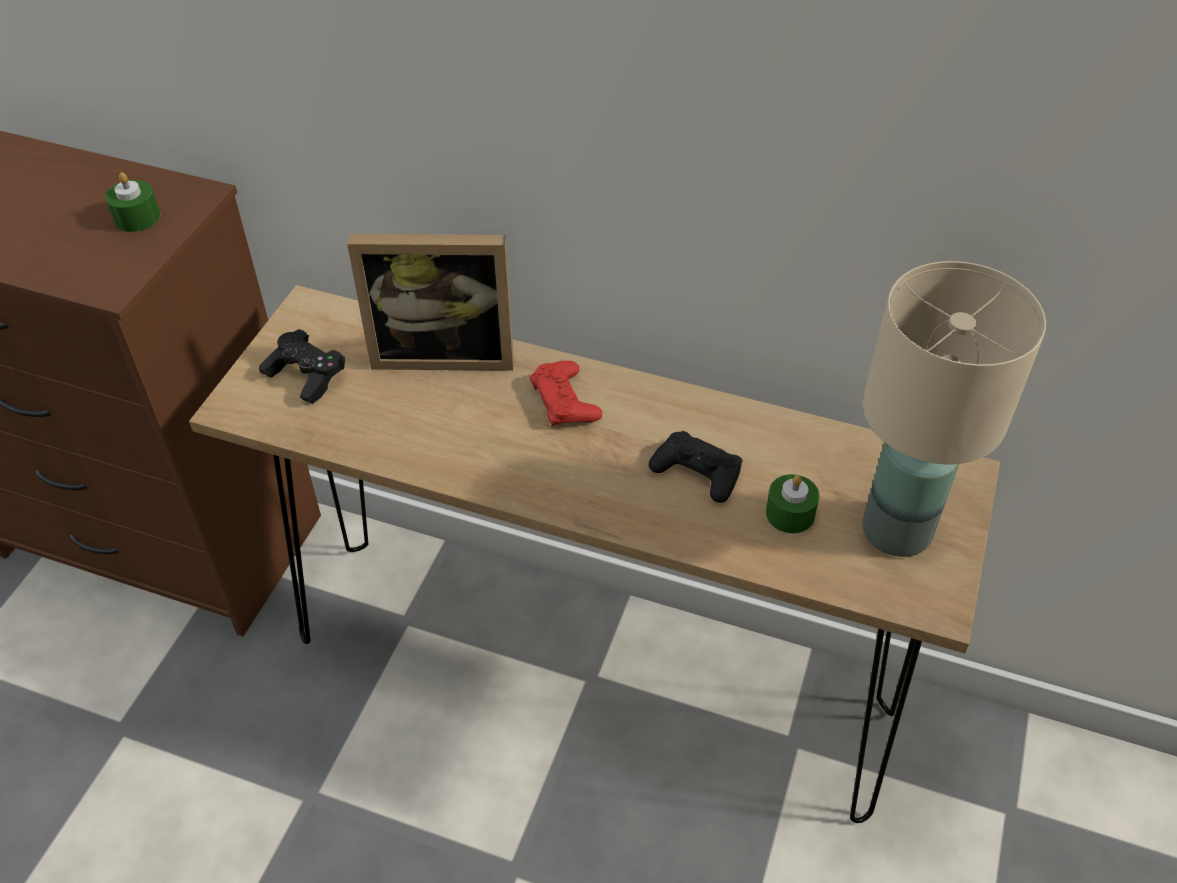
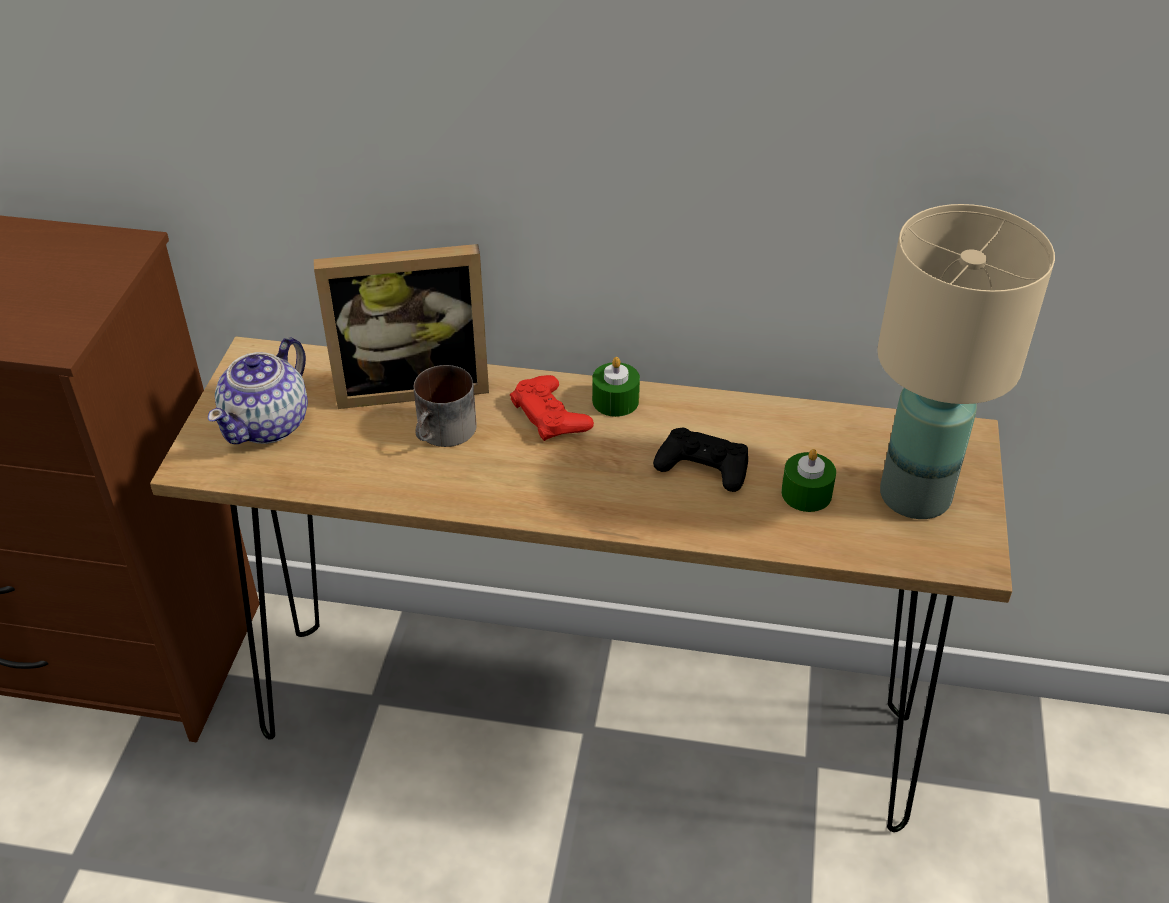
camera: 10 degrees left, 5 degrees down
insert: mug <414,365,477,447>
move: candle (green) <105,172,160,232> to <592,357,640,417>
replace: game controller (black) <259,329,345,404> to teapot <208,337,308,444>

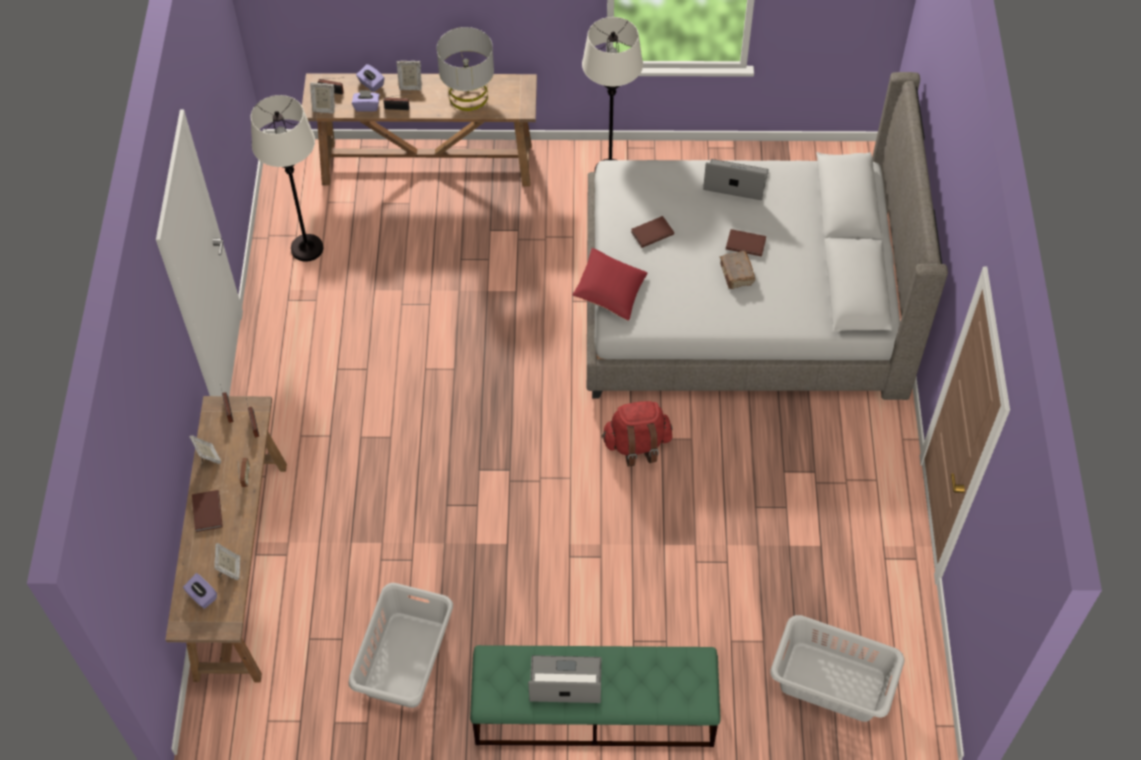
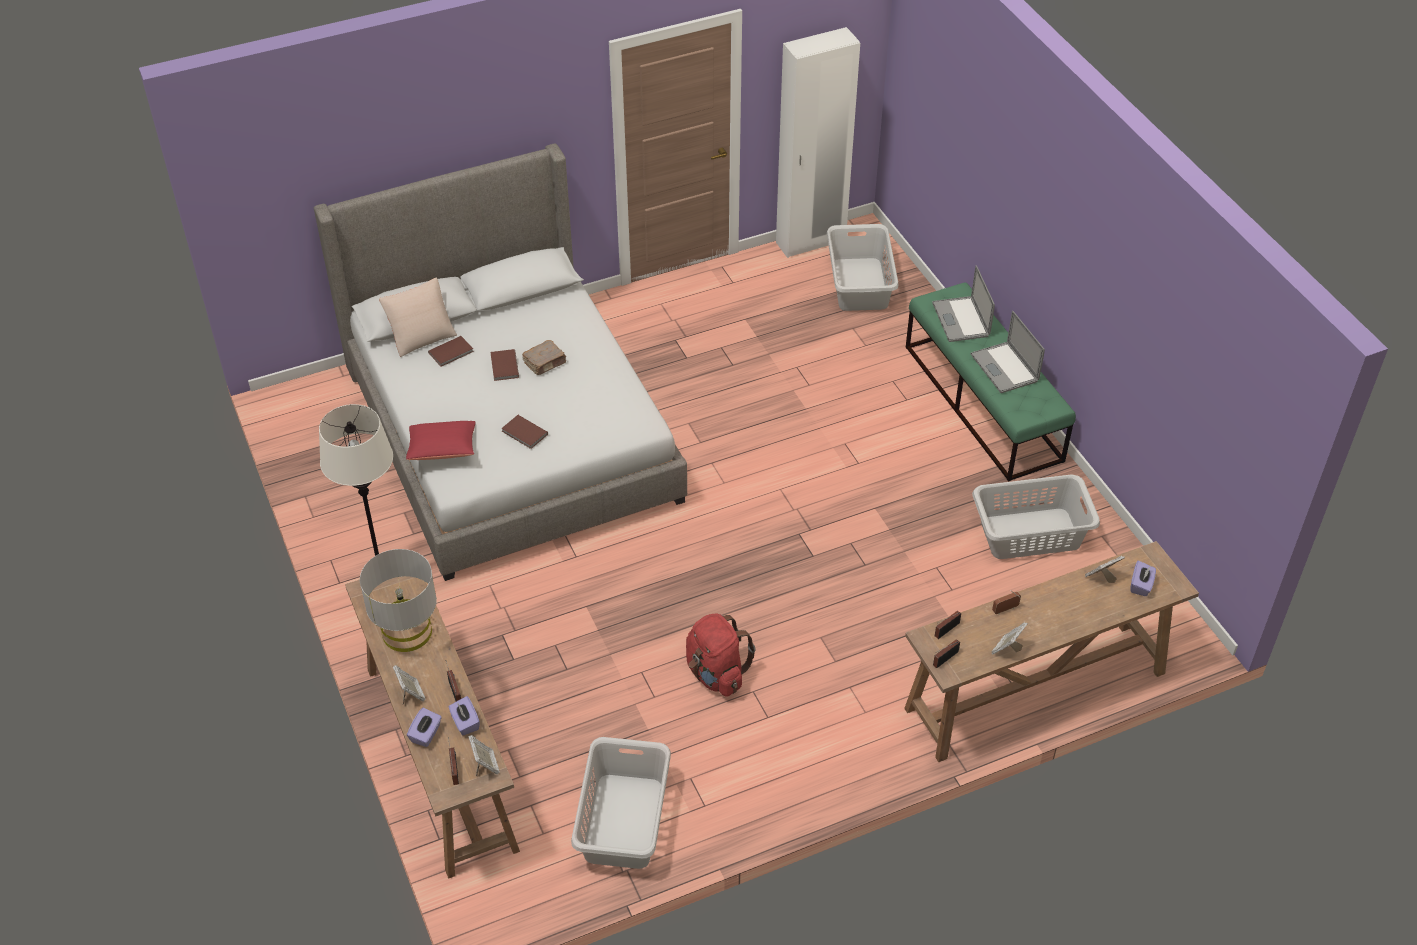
camera: 115 degrees left, 10 degrees down
insert: wardrobe (white) <776,27,860,258>; pillow (beige) <379,277,457,357>
move: laptop <703,159,769,200> to <932,265,995,342>; pillow (red) <573,248,647,321> to <406,421,476,460>; backpack (red) <602,401,673,467> to <686,614,756,697>; book (brown) <192,490,223,532> to <428,336,473,367>
replace: floor lamp (white) <251,95,323,262> to laundry basket (grey) <571,737,671,869>

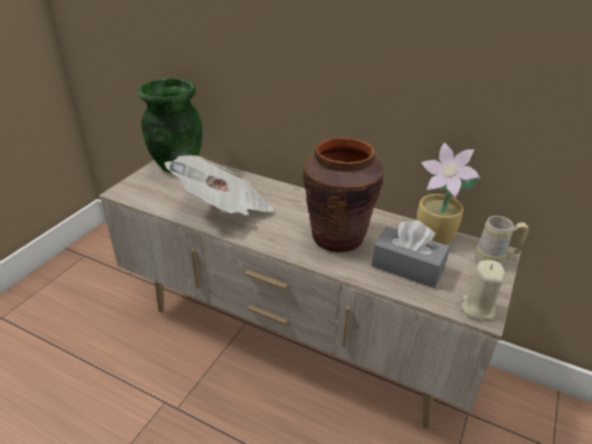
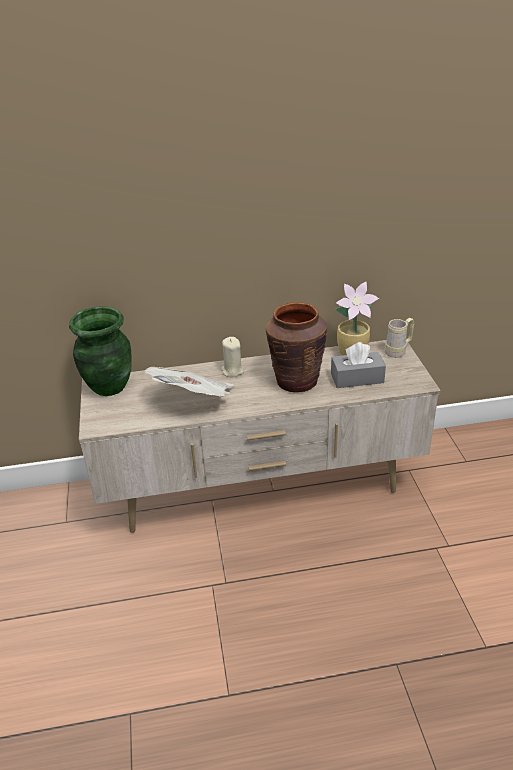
camera: 35 degrees left, 0 degrees up
move: candle (beige) <461,260,505,320> to <221,337,244,377>

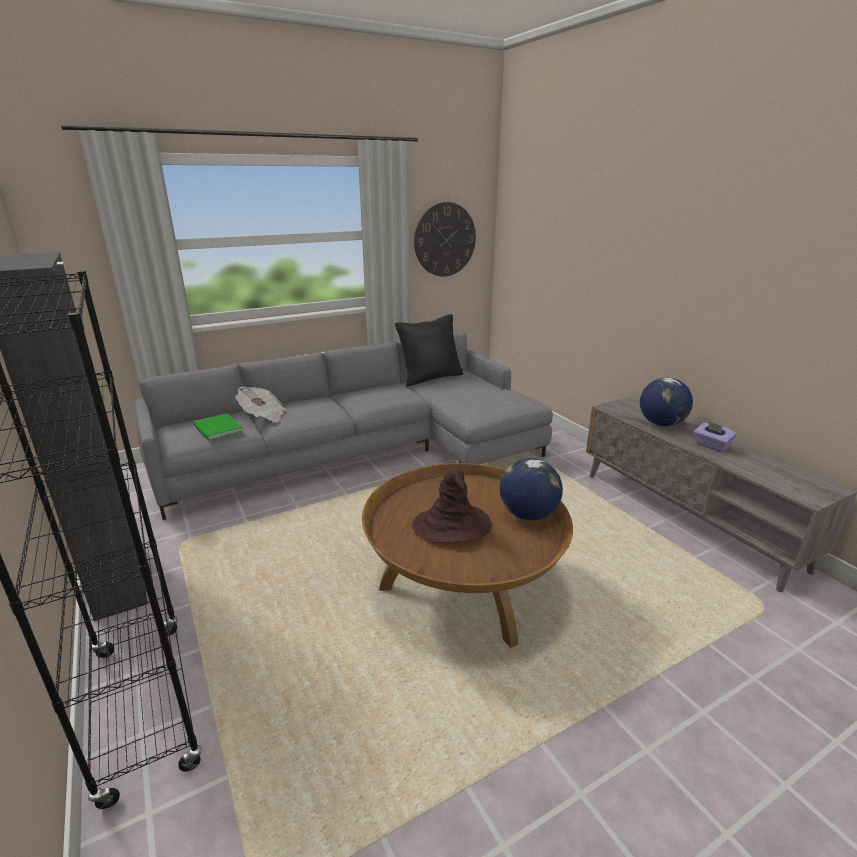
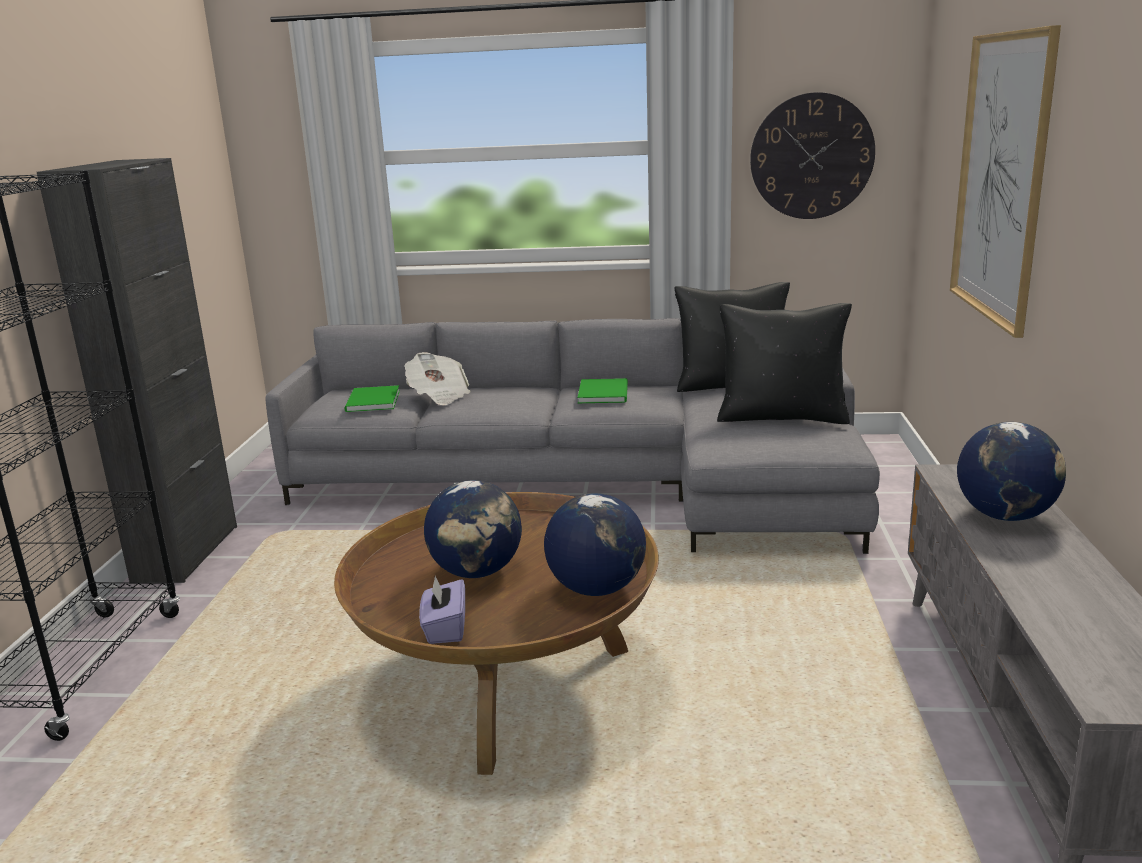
camera: 35 degrees right, 5 degrees down
insert: picture <950,25,1061,338>; pillow (black) <717,303,852,424>; book (green) <578,378,628,403>
move: tissue box (purple) <694,421,737,452> to <419,576,465,644>
replace: hat (brown) <412,469,491,543> to globe <424,480,522,578>

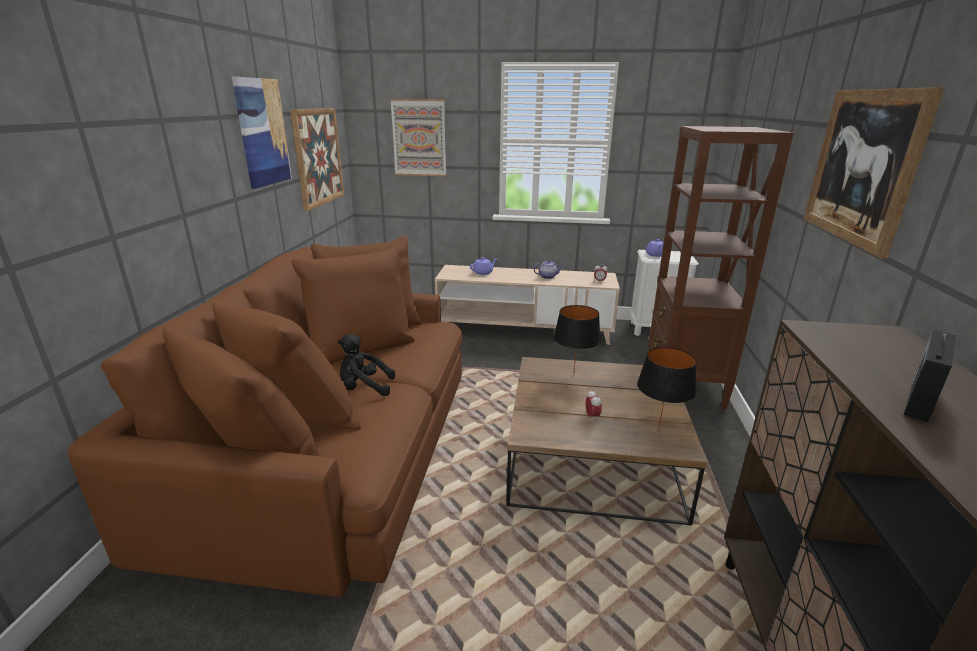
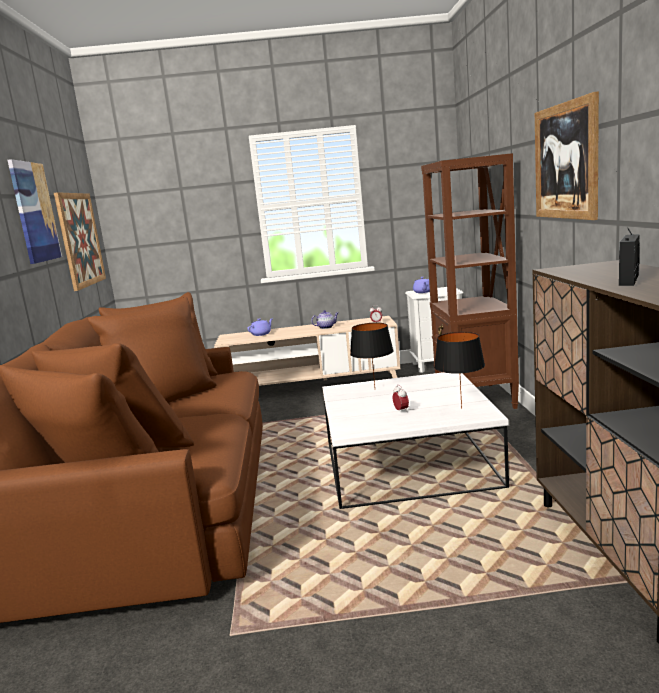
camera: 10 degrees left, 10 degrees down
delete: picture <390,99,446,176>; plush toy (black) <338,334,395,396>
recolor: coffee table (brown) <506,357,708,525> to coffee table (white) <322,372,509,509>

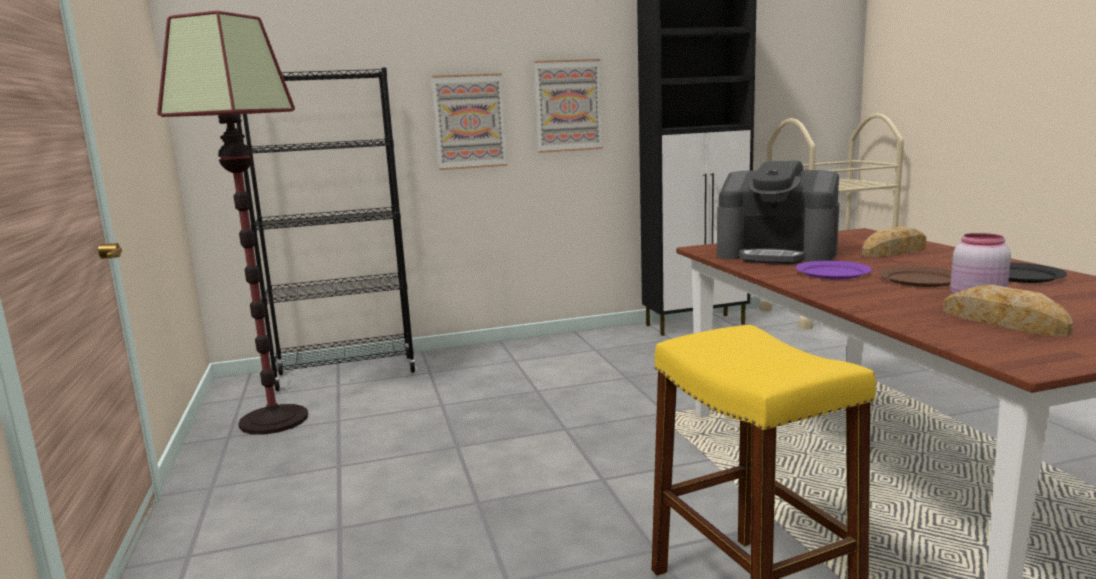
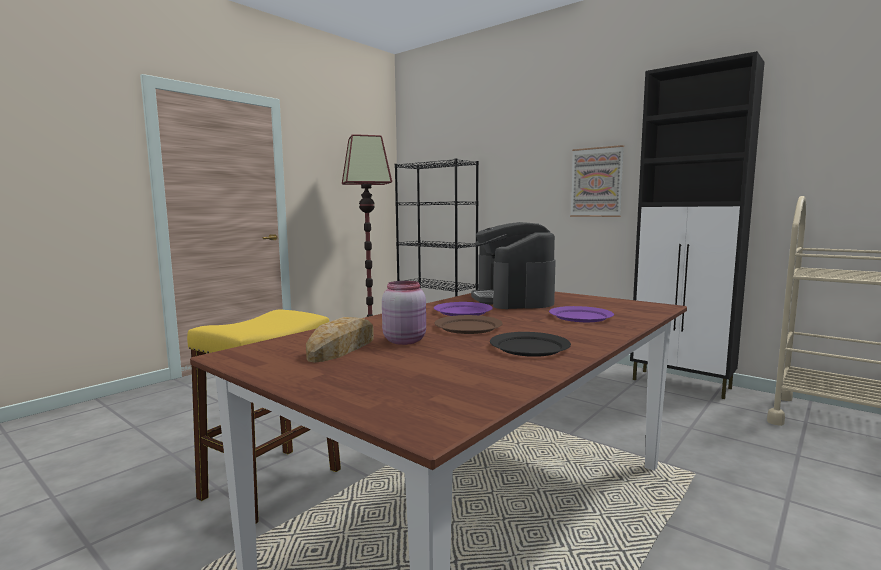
camera: 55 degrees right, 5 degrees down
delete: picture <432,73,507,170>
replace: bread <862,227,926,257> to plate (purple) <549,306,614,322>

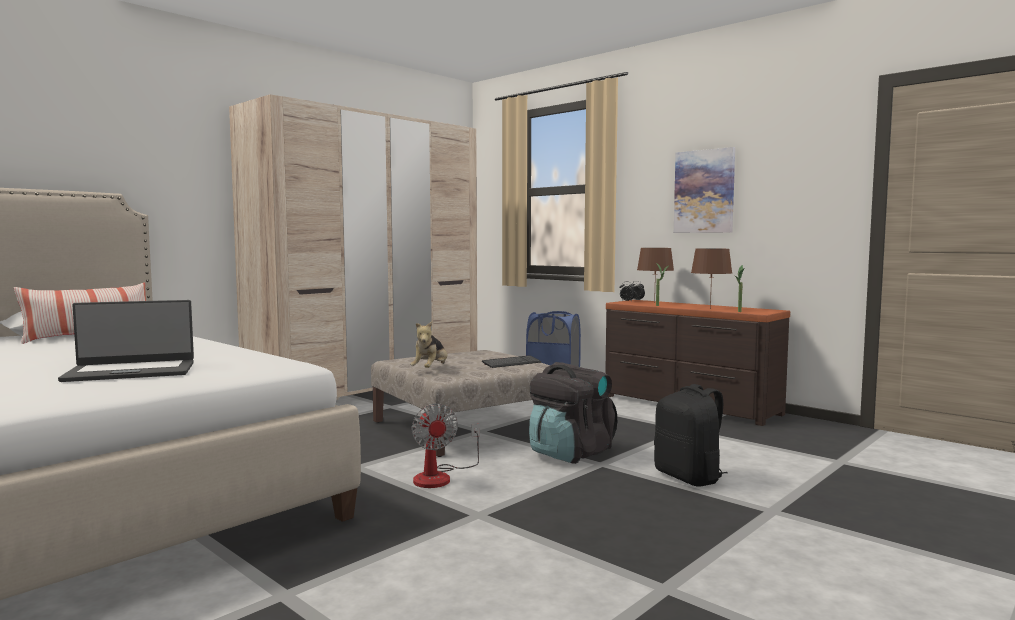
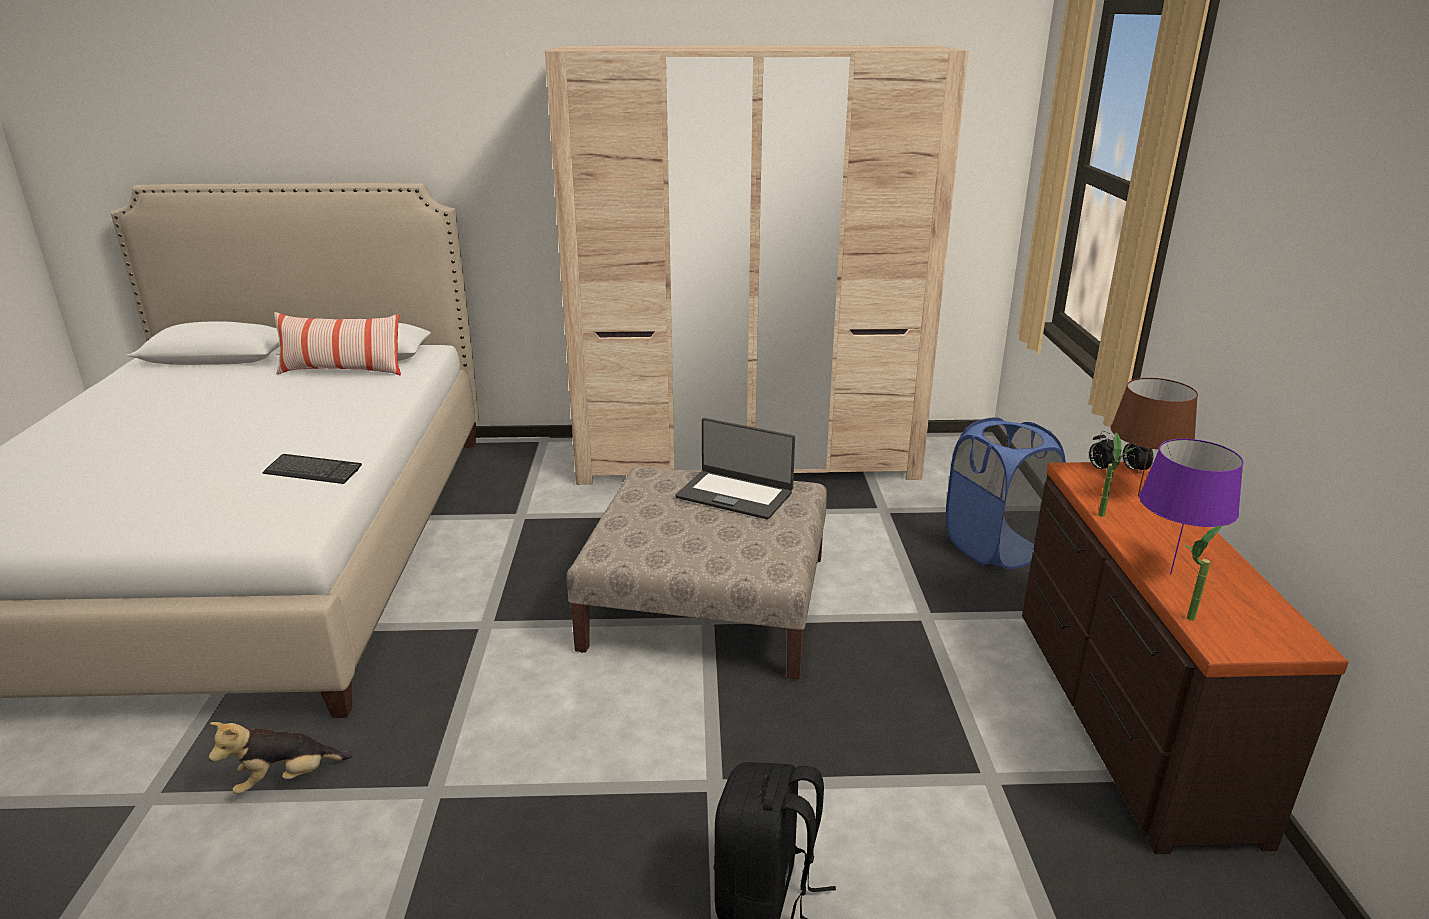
camera: 45 degrees right, 20 degrees up
delete: picture <674,147,735,233>; backpack (black) <529,362,617,464>; fan <412,403,480,488>
move: laptop <58,300,194,382> to <676,418,795,520>; plush toy <410,321,447,368> to <209,722,353,794>; keyboard <482,355,541,368> to <263,454,362,484>
recolor: table lamp (brown) <691,248,732,309> to table lamp (purple) <1139,439,1244,574>

